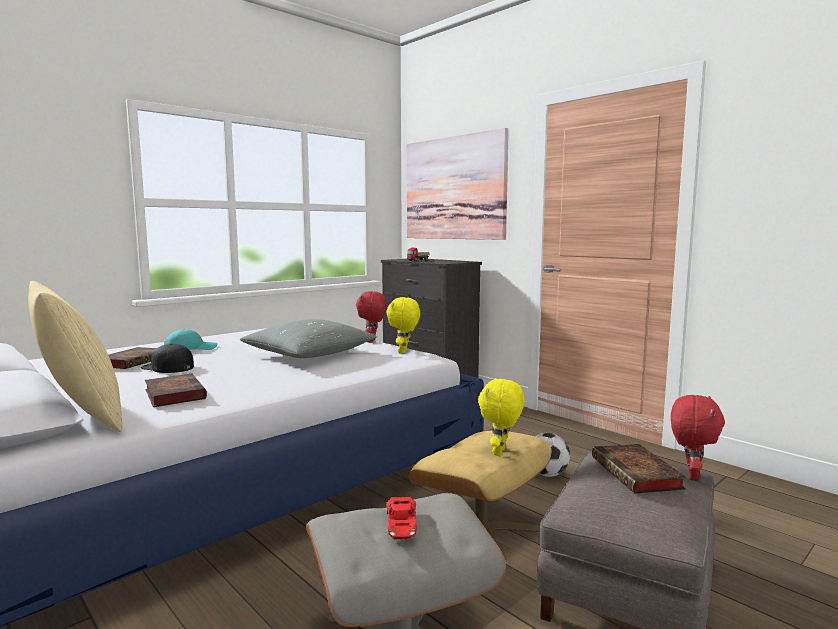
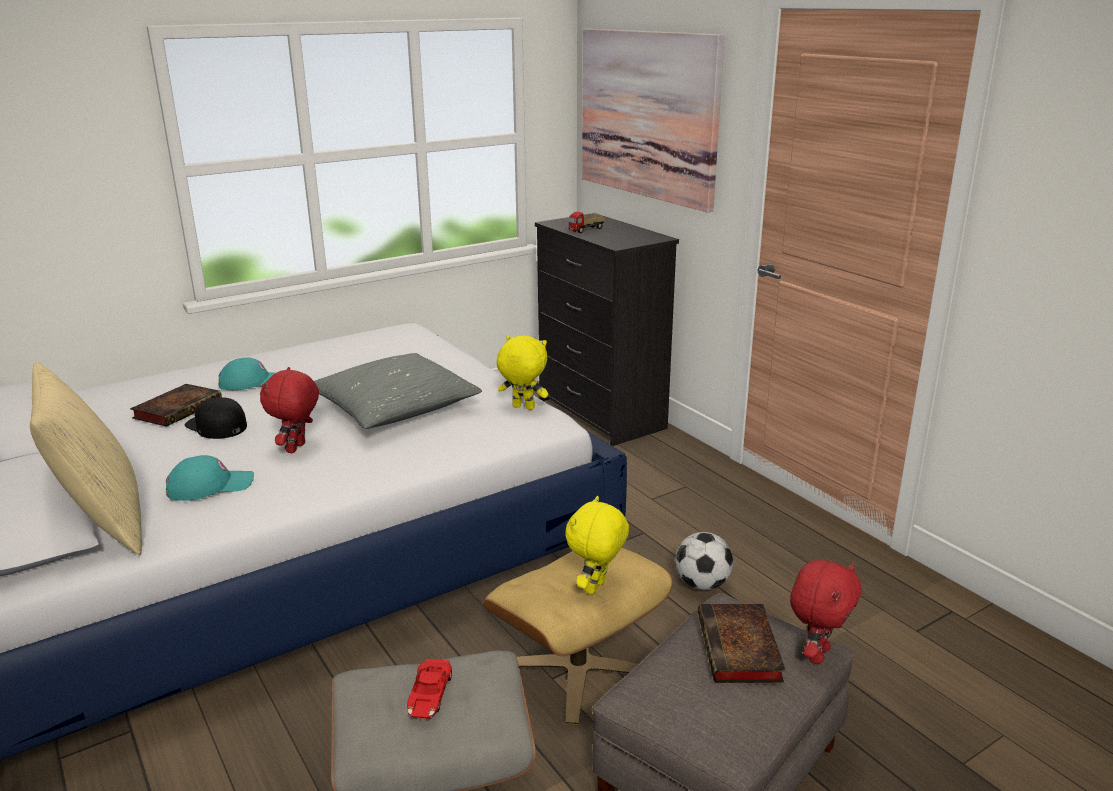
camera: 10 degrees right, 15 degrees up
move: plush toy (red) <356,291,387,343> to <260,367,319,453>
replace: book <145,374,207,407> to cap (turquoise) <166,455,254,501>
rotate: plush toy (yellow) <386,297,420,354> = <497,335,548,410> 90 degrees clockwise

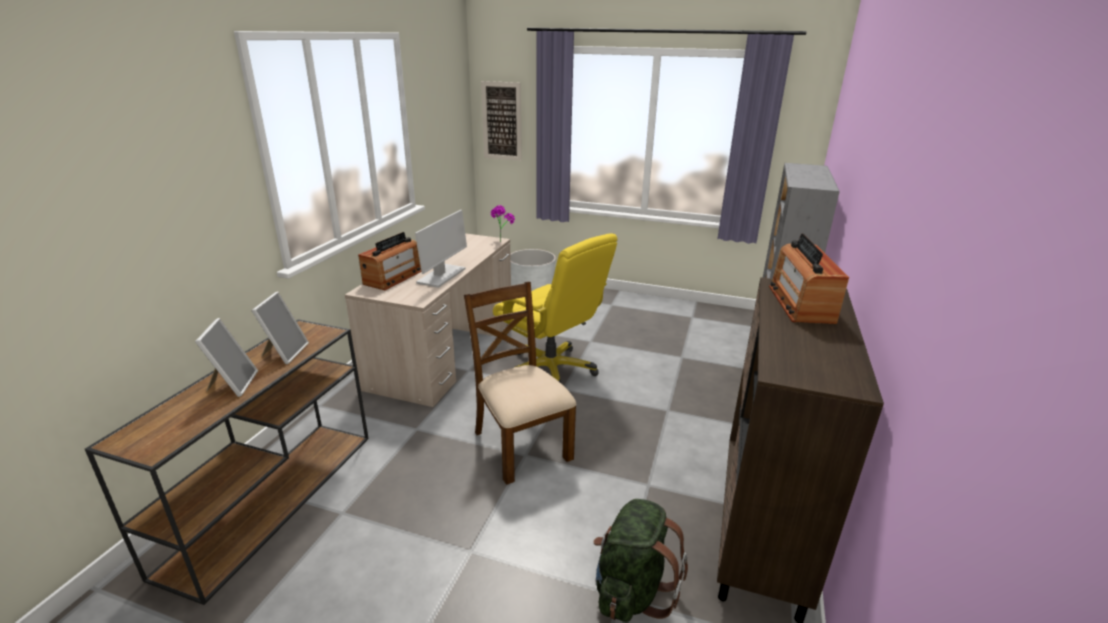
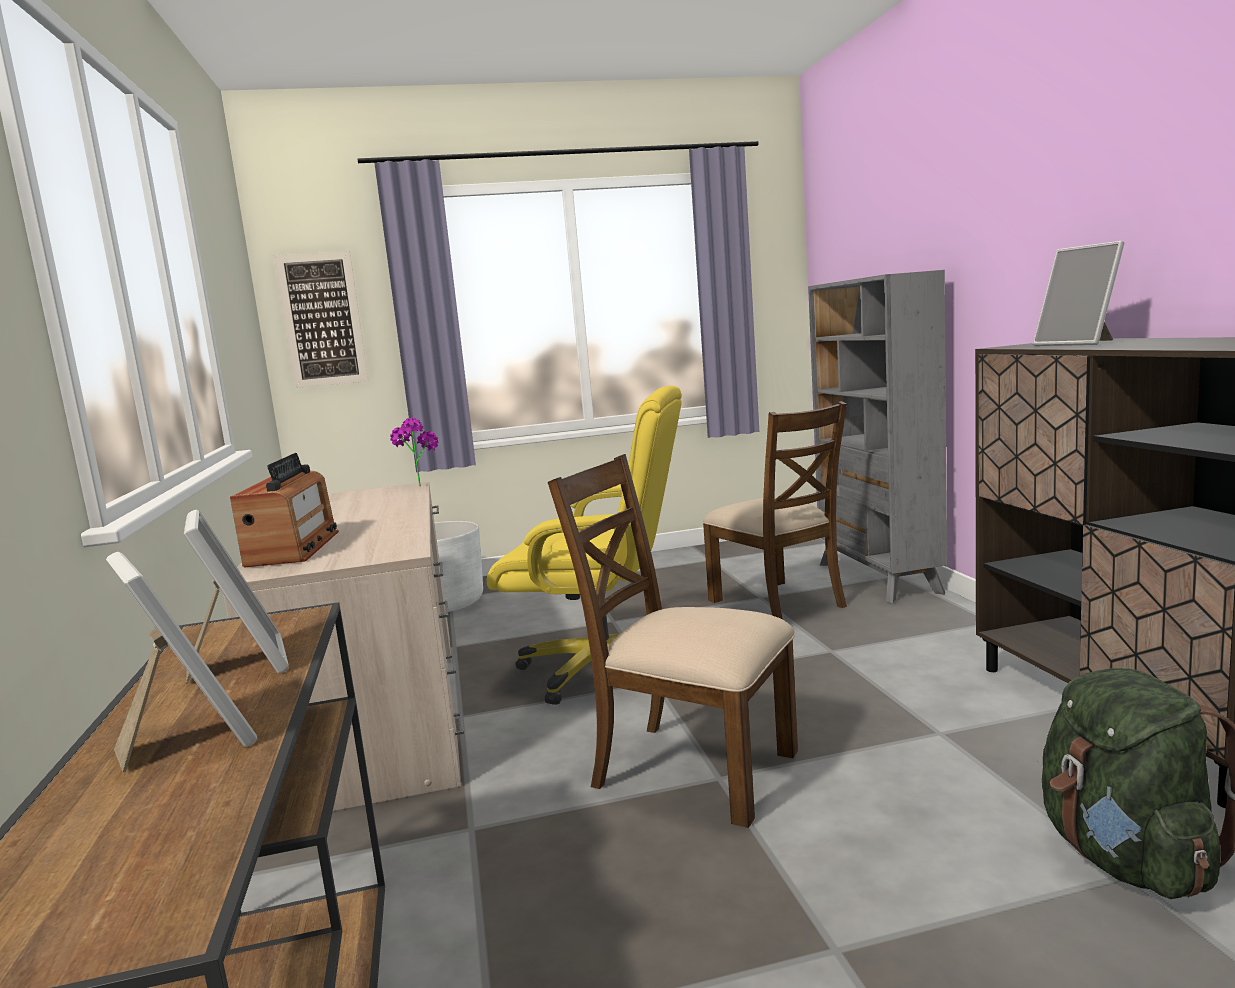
camera: 30 degrees left, 15 degrees down
delete: monitor <415,210,467,288>
insert: chair (brown) <703,401,847,620>
replace: radio <769,233,849,324> to picture frame <1033,241,1124,346>

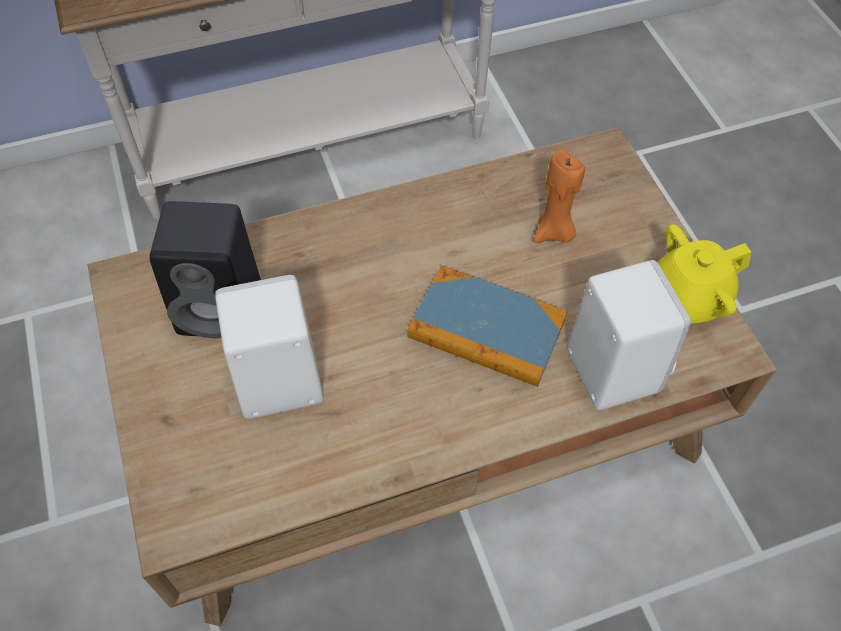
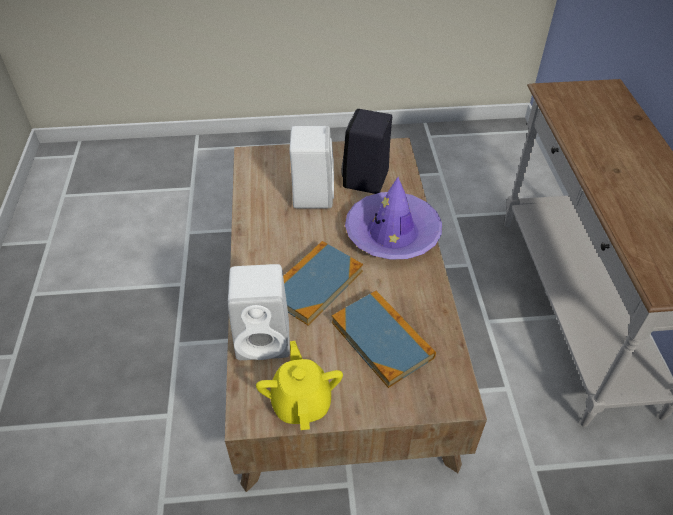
camera: 105 degrees right, 10 degrees down
insert: hat (purple) <345,177,442,260>
replace: candle (orange) <534,149,585,243> to book <332,291,436,388>

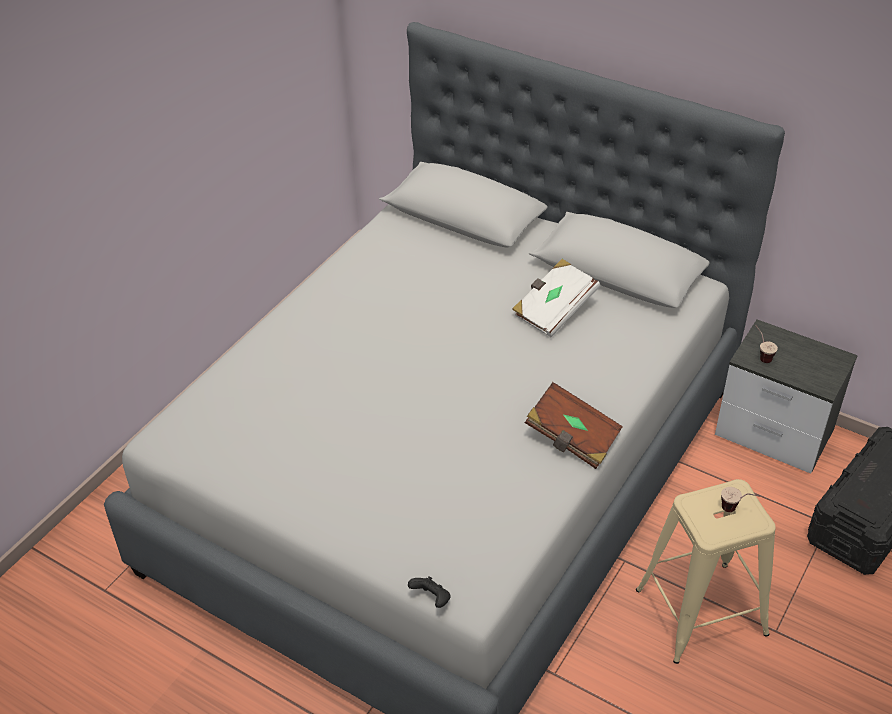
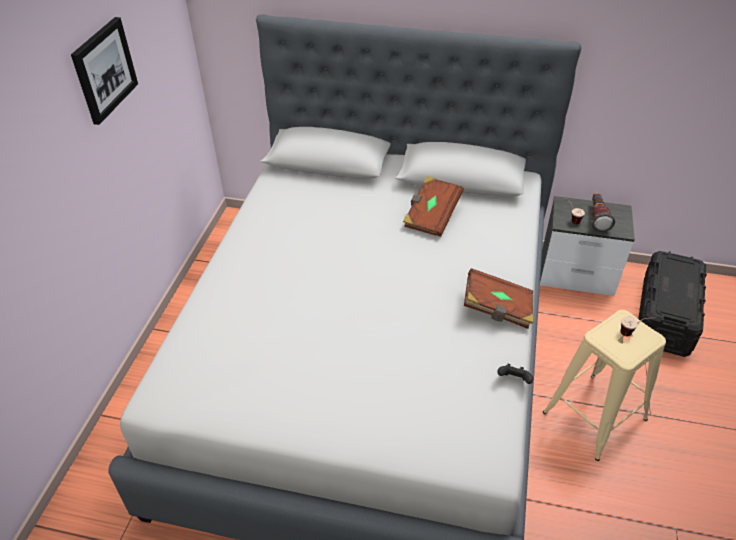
camera: 20 degrees left, 0 degrees up
insert: picture <71,17,138,125>; flashlight <591,193,615,232>
move: game controller (black) <408,576,451,608> to <497,364,533,384>
recolor: book (white) <512,259,600,337> to book (brown) <403,176,464,237>

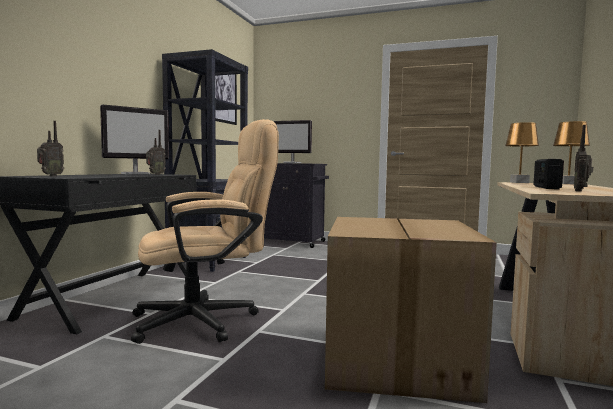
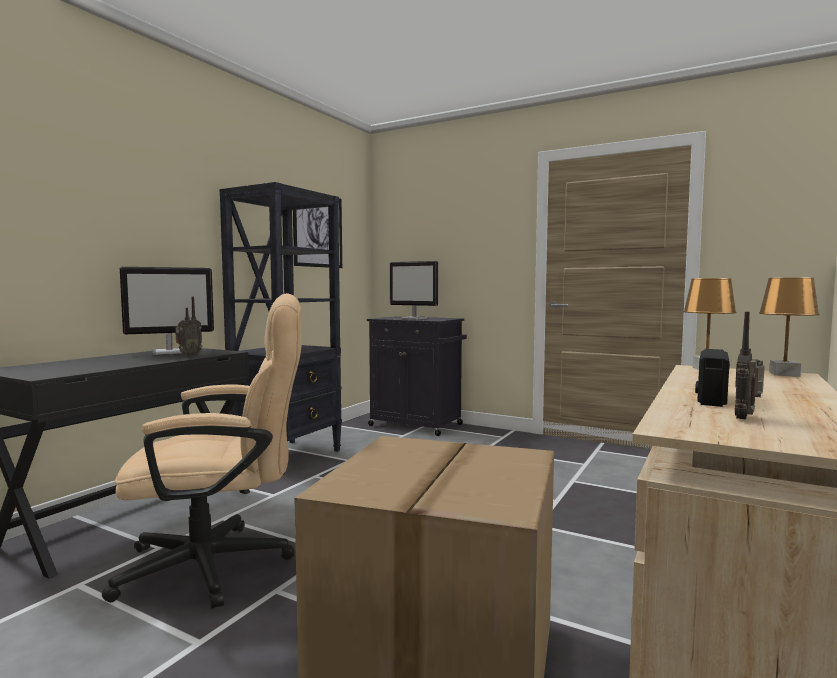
camera: 10 degrees right, 0 degrees up
delete: radio <37,121,64,176>

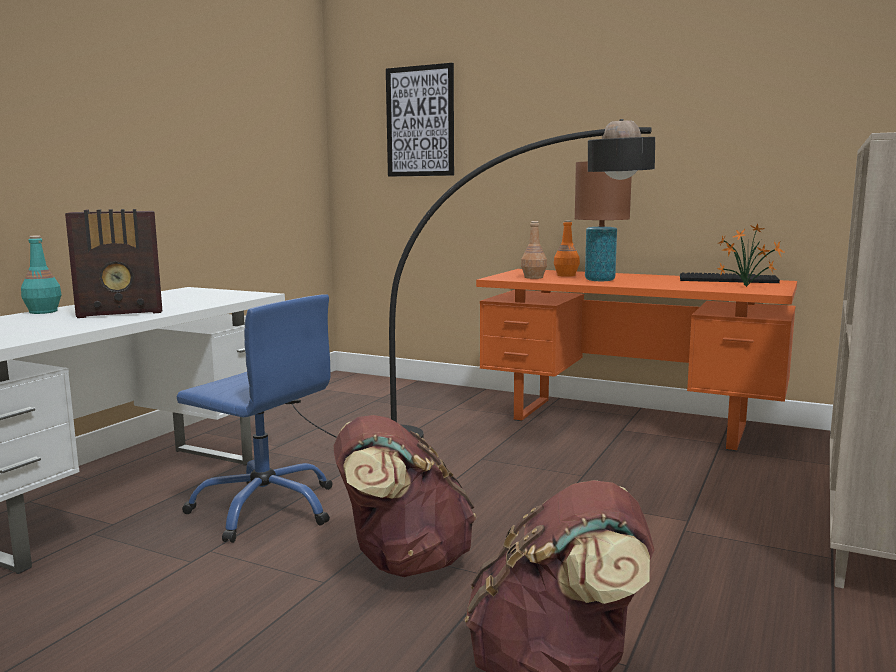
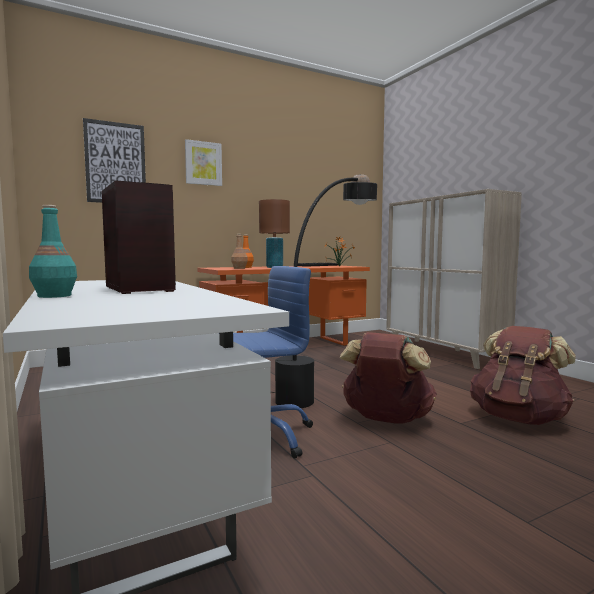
camera: 55 degrees left, 5 degrees down
insert: picture <185,139,222,186>
rotate: radio <65,209,163,318> = <102,180,176,294> 45 degrees counterclockwise

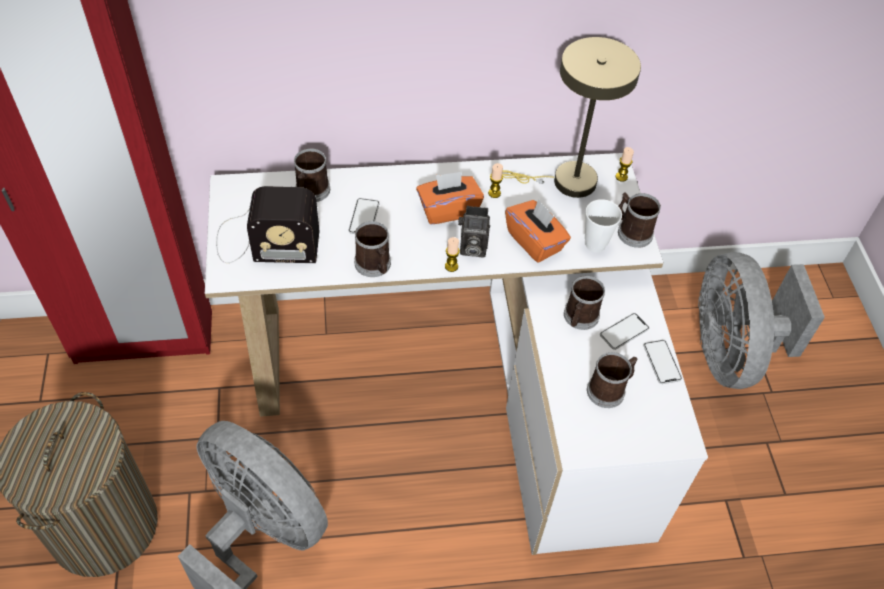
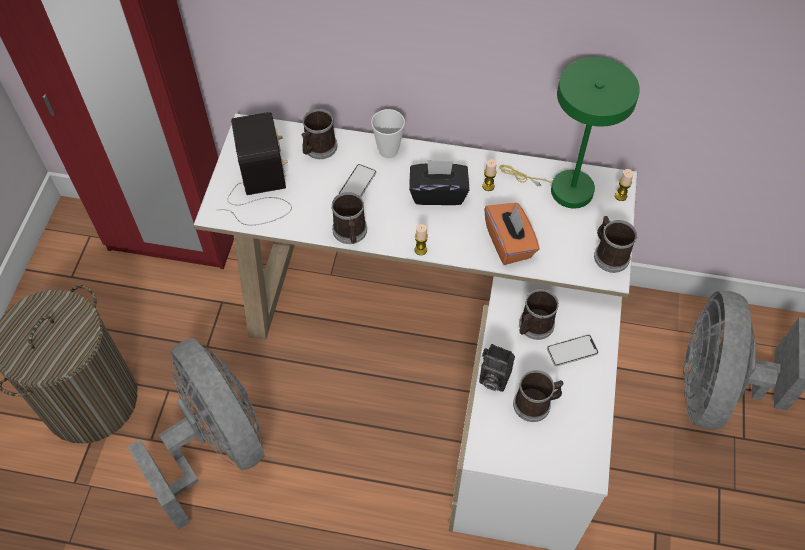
camera: 20 degrees right, 5 degrees up
delete: phone <644,340,682,384>
move: cup <585,199,622,252> to <371,109,405,158>; photo camera <458,206,490,257> to <479,344,515,392>
recolor: table lamp (beige) <502,37,641,198> to table lamp (green) <499,57,640,208>; tissue box (orange) <416,171,484,225> to tissue box (black) <409,159,470,205>
rotate: radio <216,186,319,263> = <218,112,292,225> 120 degrees counterclockwise

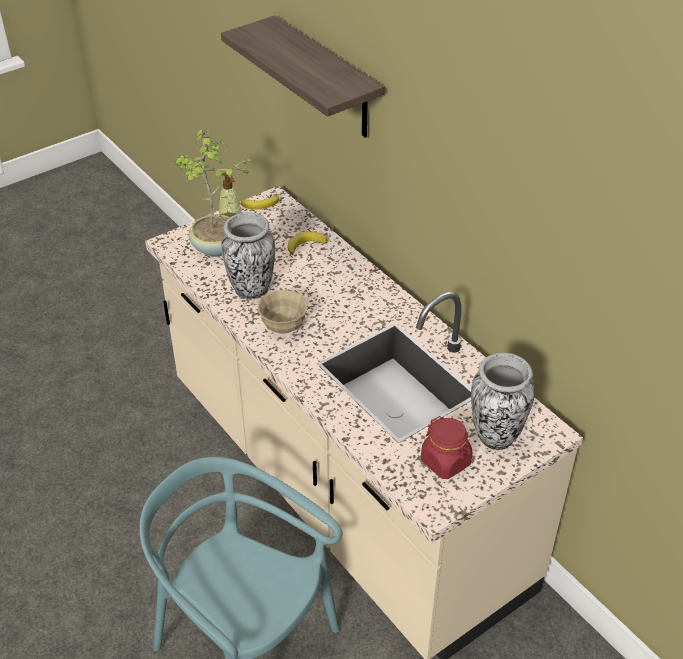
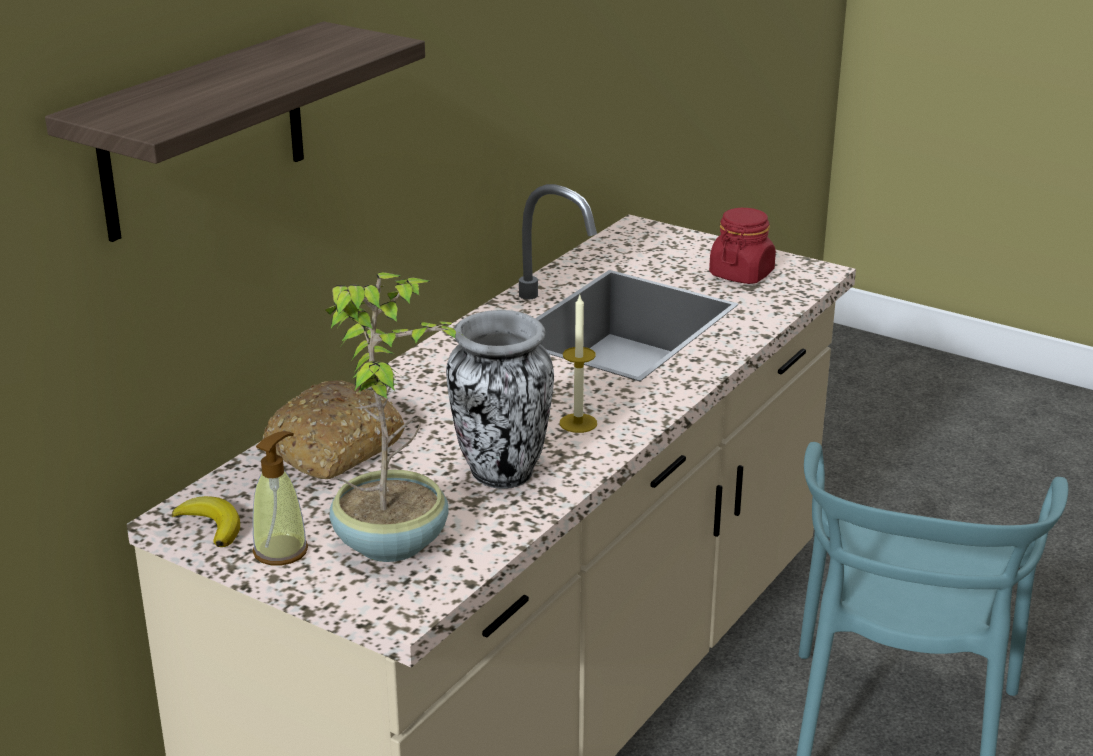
camera: 110 degrees left, 15 degrees down
delete: vase <471,353,535,450>
replace: banana <288,231,327,255> to bread <263,380,405,479>; bowl (beige) <258,290,307,334> to candle <560,295,597,433>

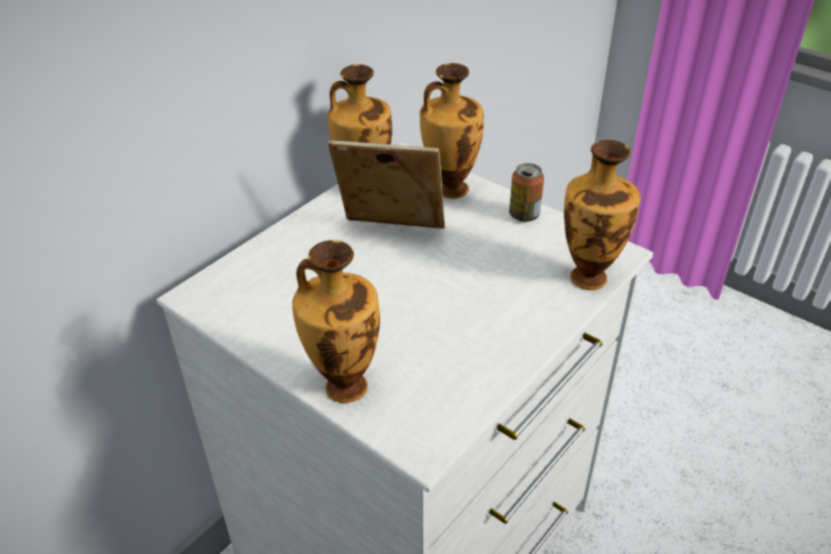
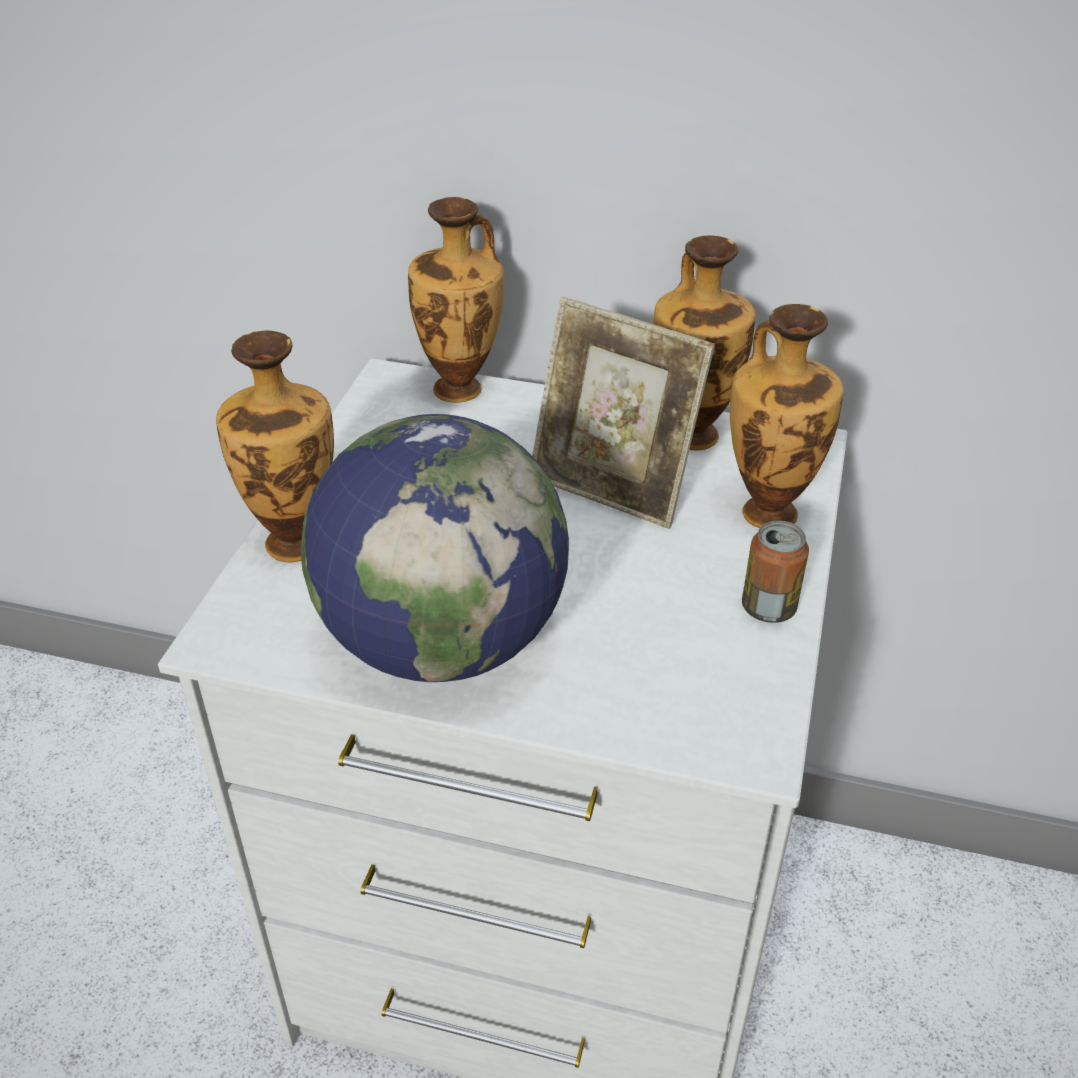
camera: 65 degrees right, 0 degrees up
insert: globe <301,414,569,682>
move: vase <564,140,641,290> to <408,197,504,403>
rotate: picture frame <328,140,445,229> = <532,297,715,529> 135 degrees clockwise

